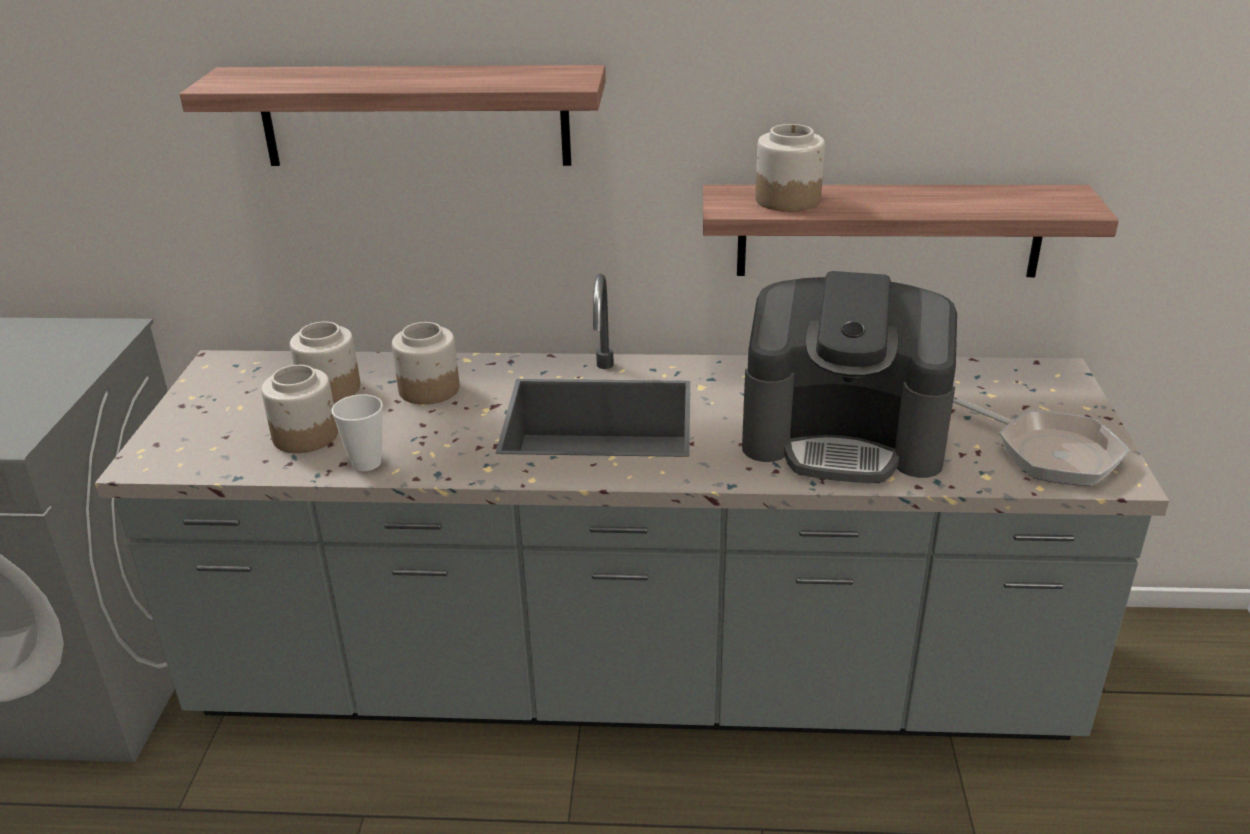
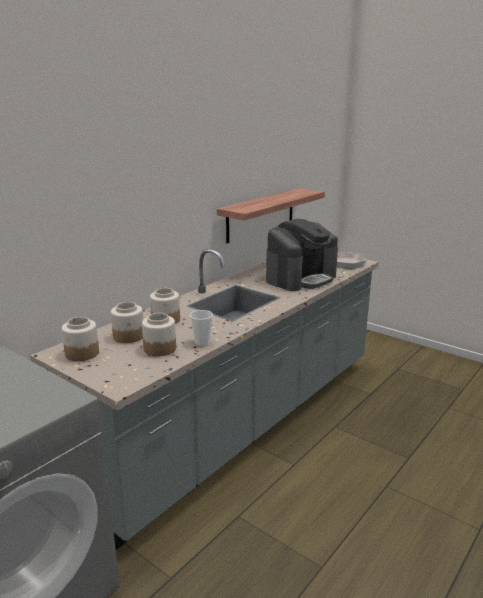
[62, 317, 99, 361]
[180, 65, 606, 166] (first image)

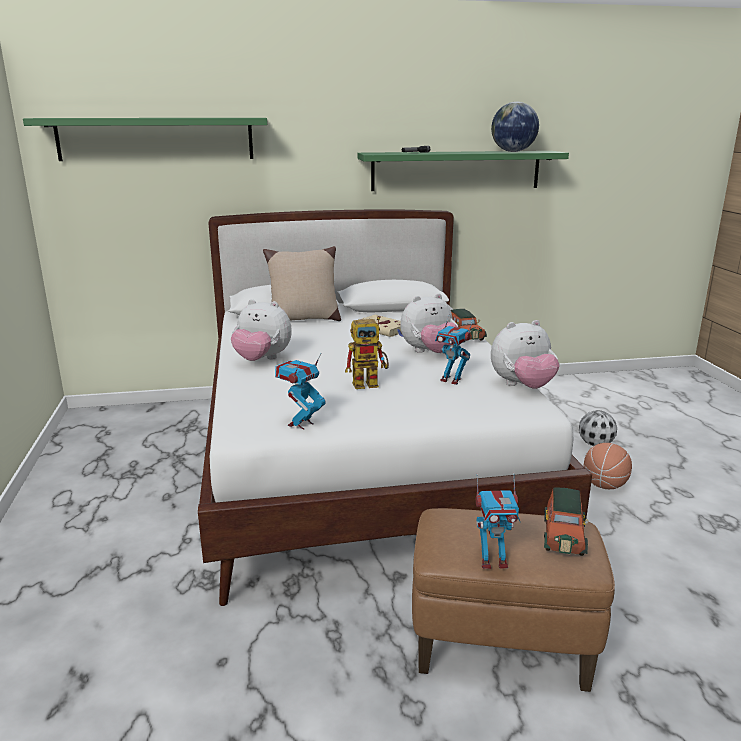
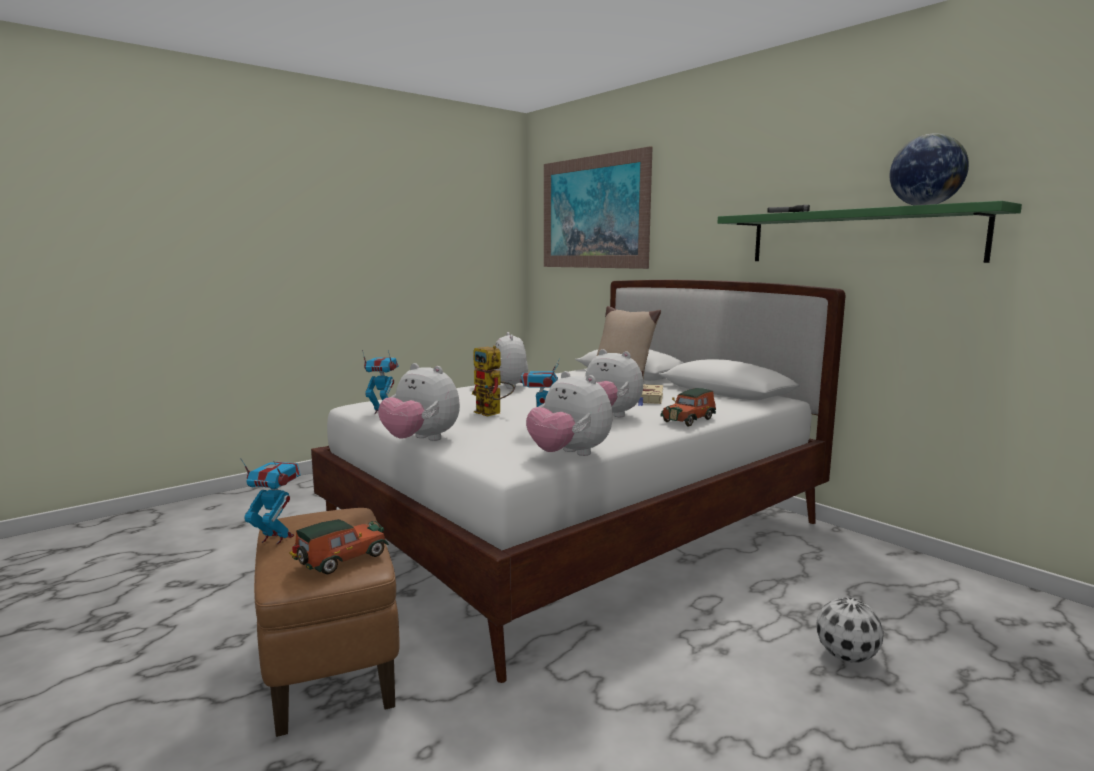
[240, 458, 301, 545]
[289, 519, 389, 574]
[378, 363, 460, 441]
[544, 146, 652, 269]
[584, 443, 632, 489] (first image)

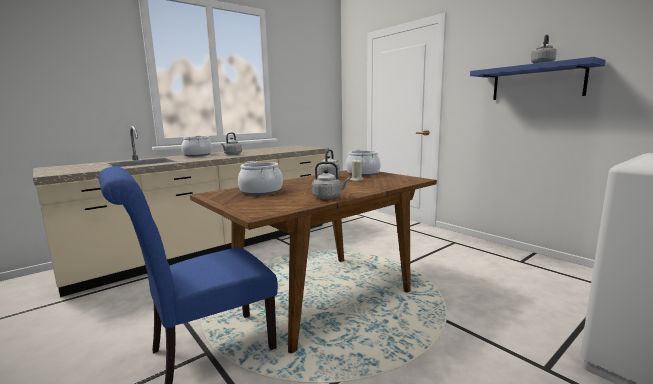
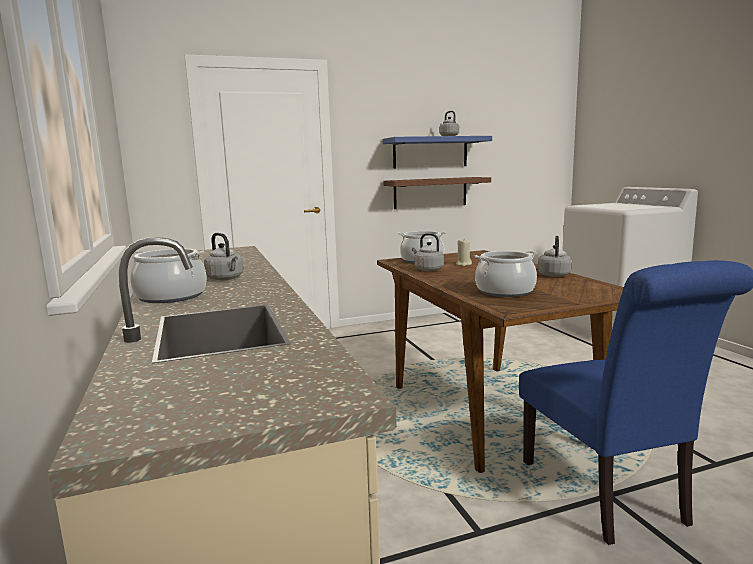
[383, 177, 491, 209]

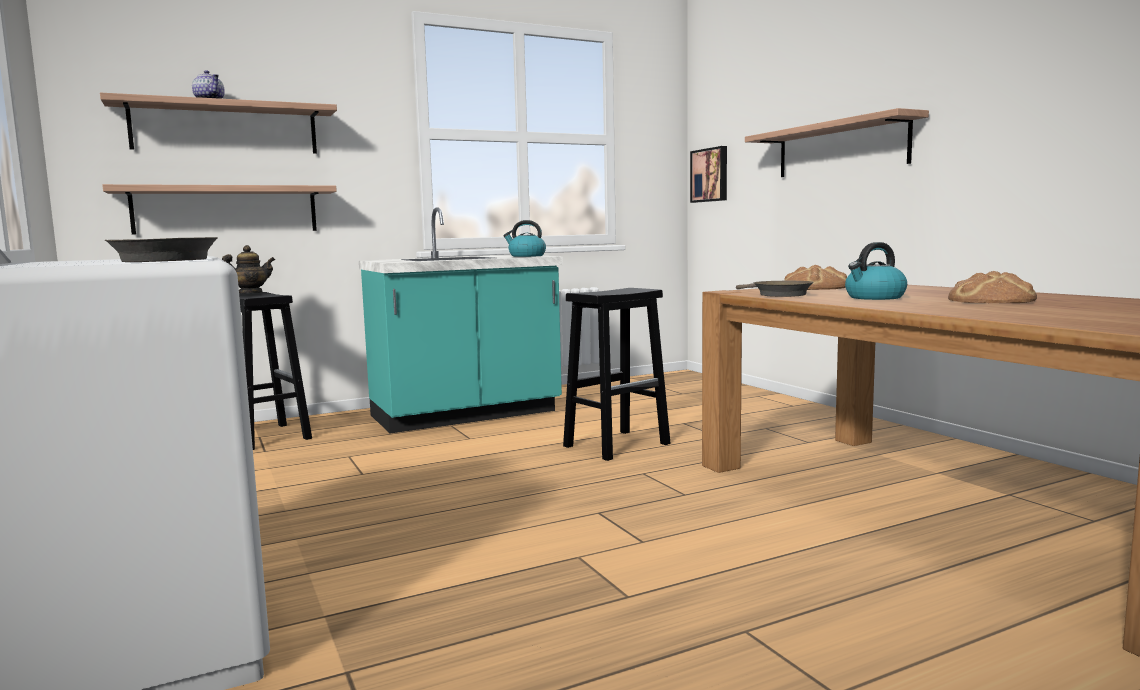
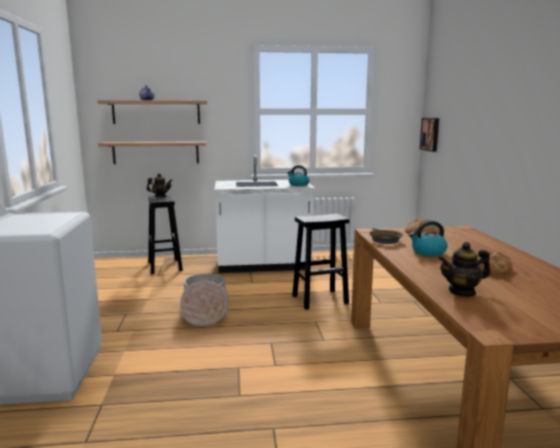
[180, 274, 229, 326]
[214, 155, 315, 273]
[438, 242, 490, 297]
[105, 237, 218, 262] (first image)
[745, 108, 929, 177] (first image)

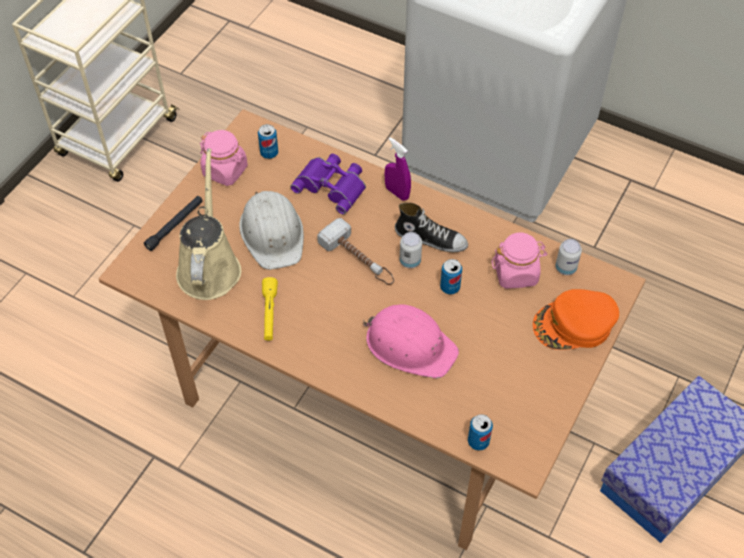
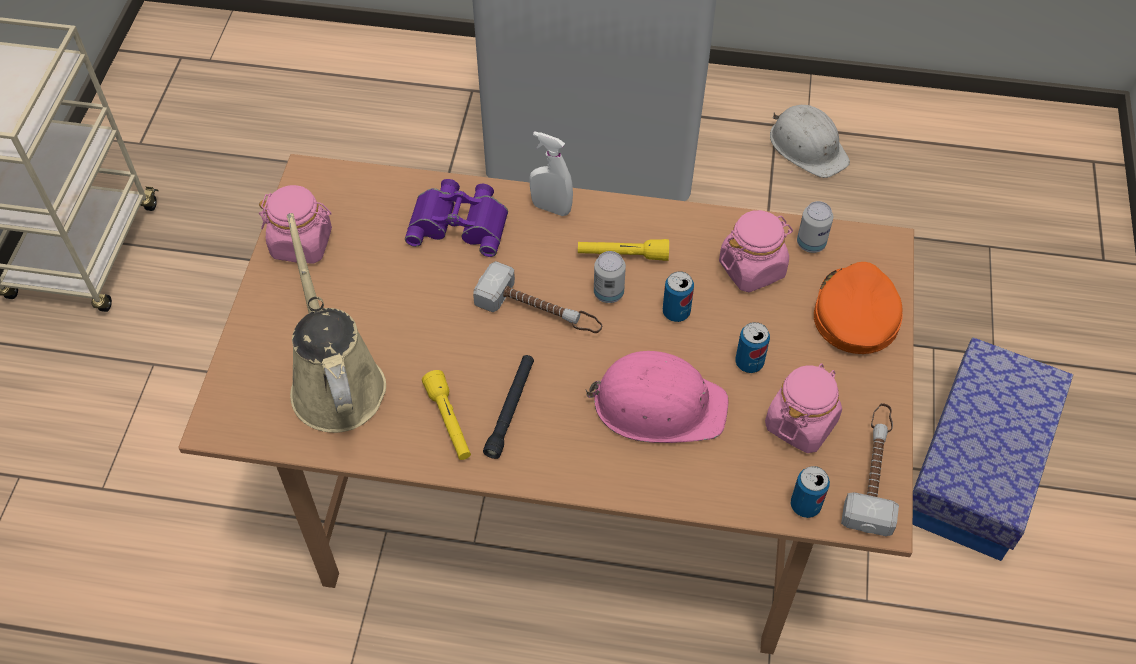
[483, 355, 534, 459]
[529, 131, 573, 216]
[578, 239, 669, 261]
[735, 322, 770, 373]
[765, 363, 842, 453]
[770, 105, 850, 178]
[814, 262, 903, 354]
[841, 403, 899, 536]

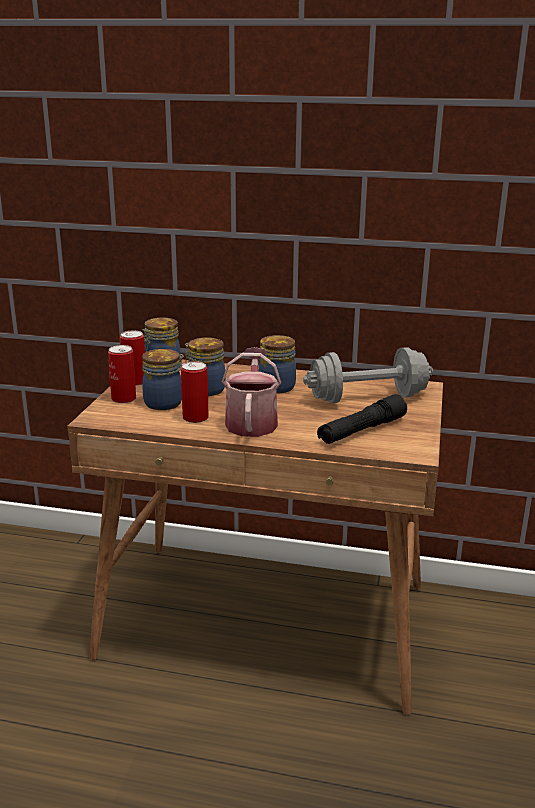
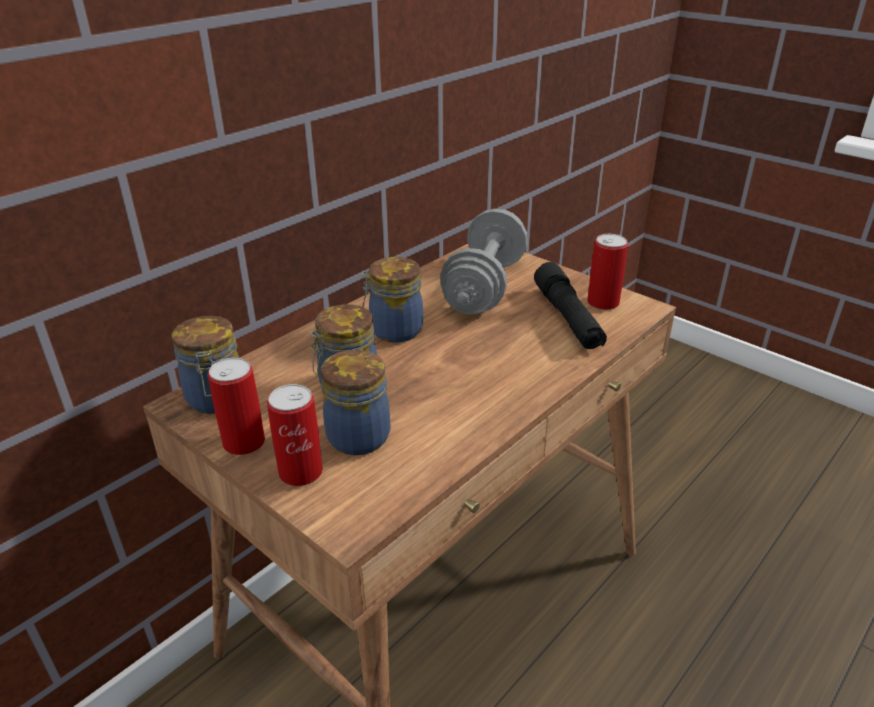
[587, 234, 628, 310]
[222, 347, 281, 437] (first image)

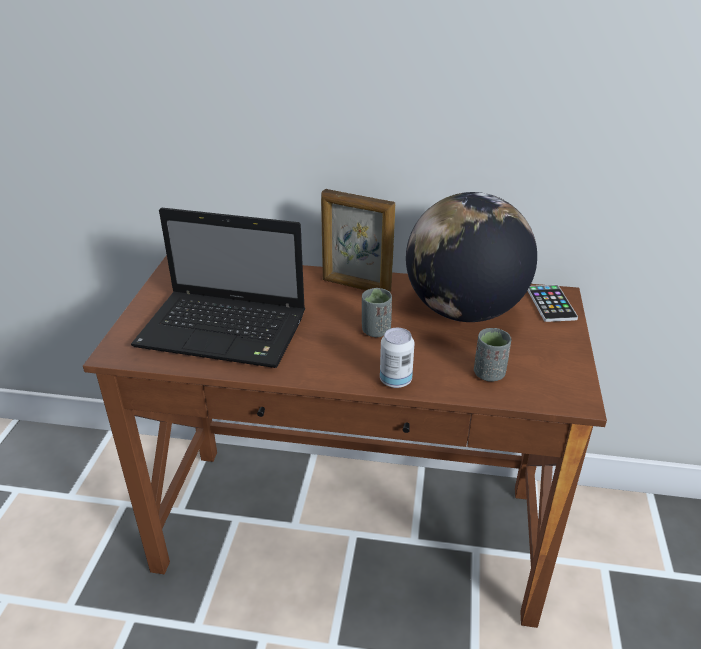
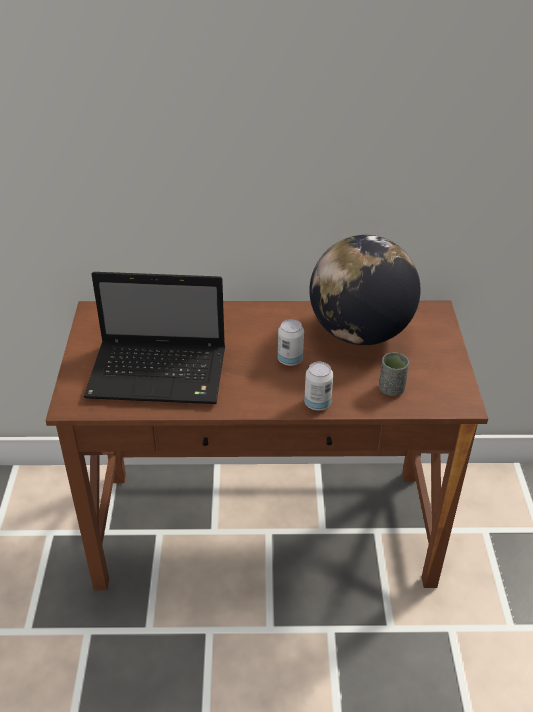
[278, 319, 304, 366]
[321, 189, 395, 292] (first image)
[527, 285, 578, 322] (first image)

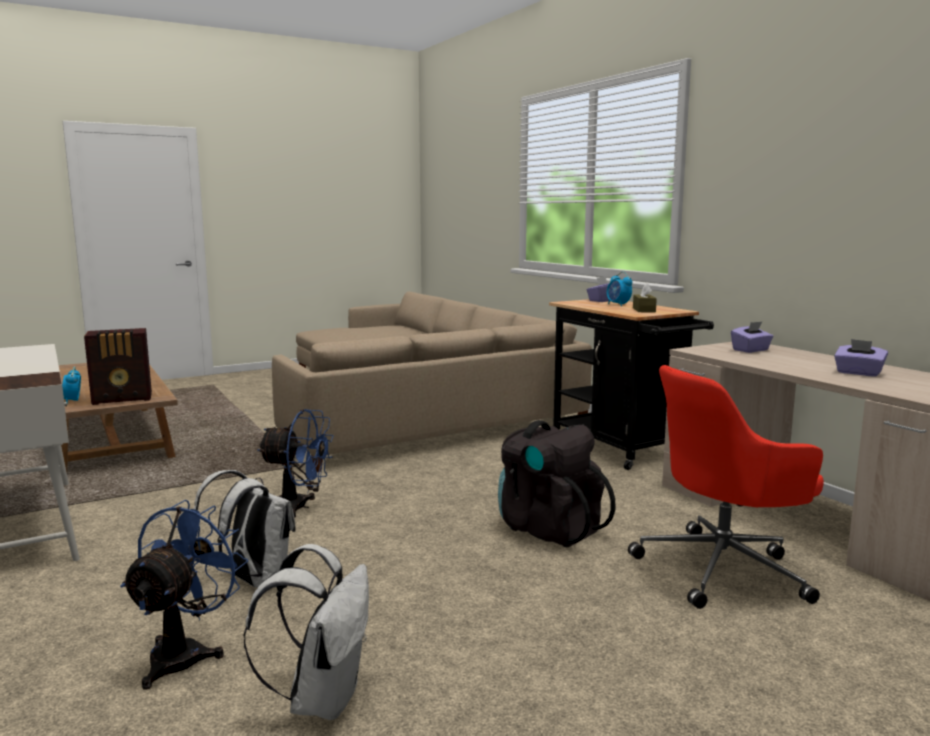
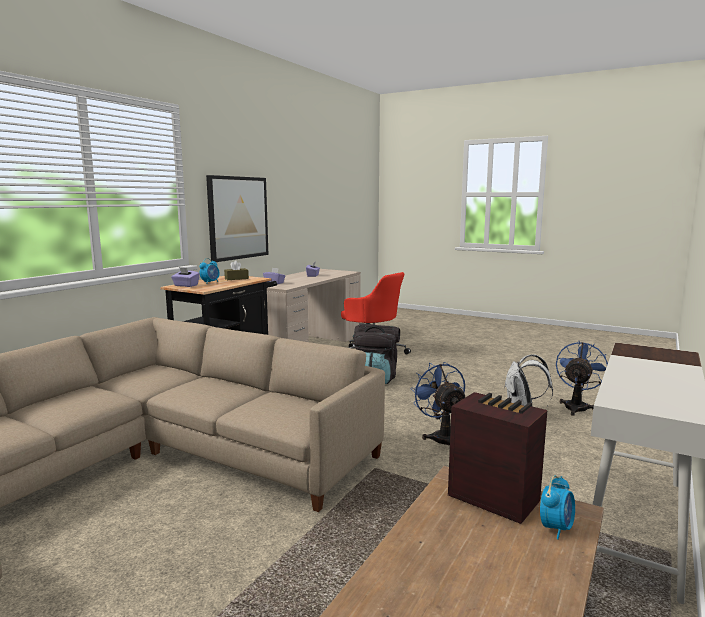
[206, 175, 269, 262]
[556, 341, 608, 416]
[244, 544, 369, 720] (first image)

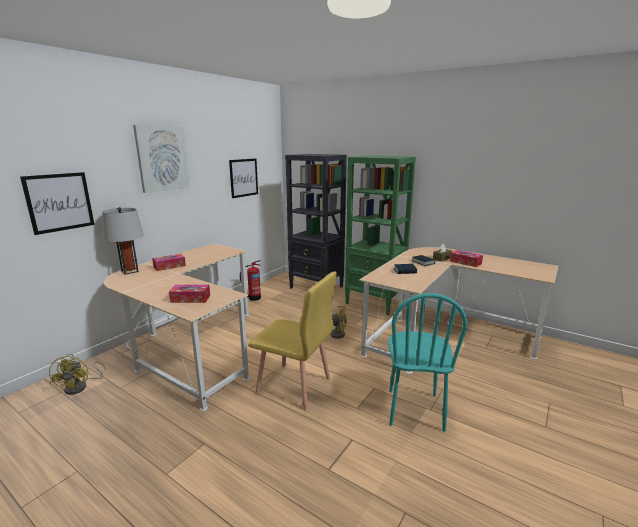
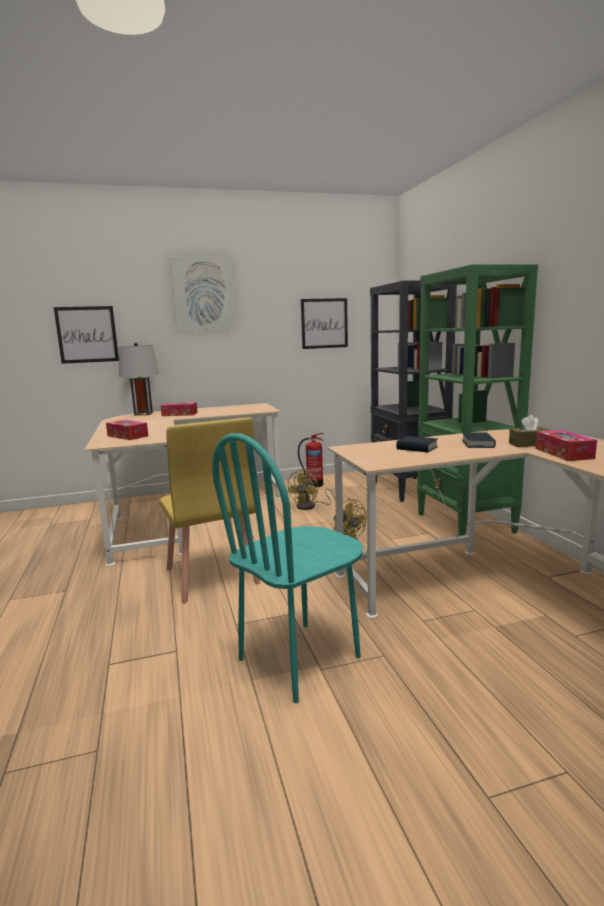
[287, 469, 335, 510]

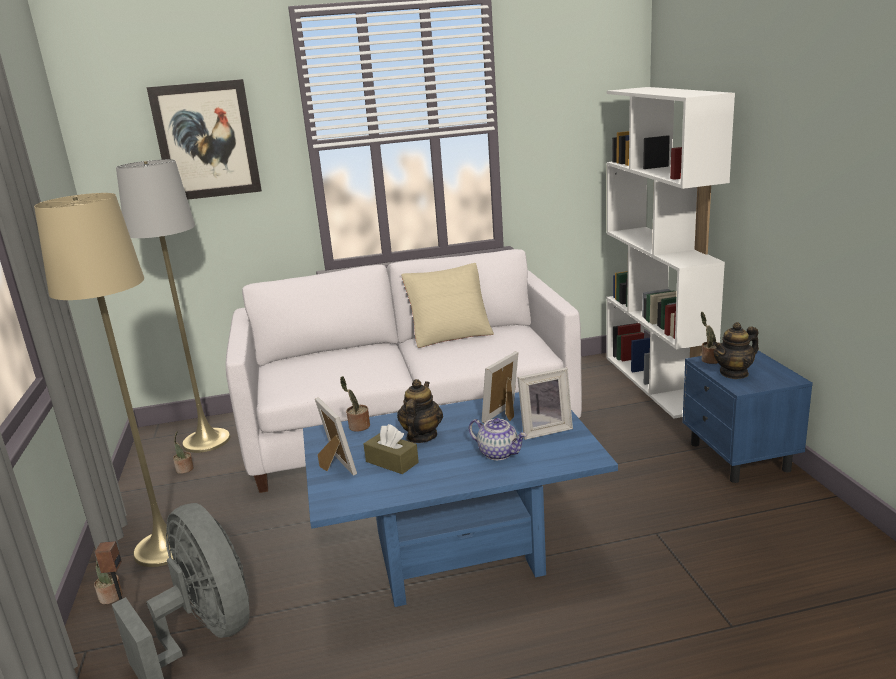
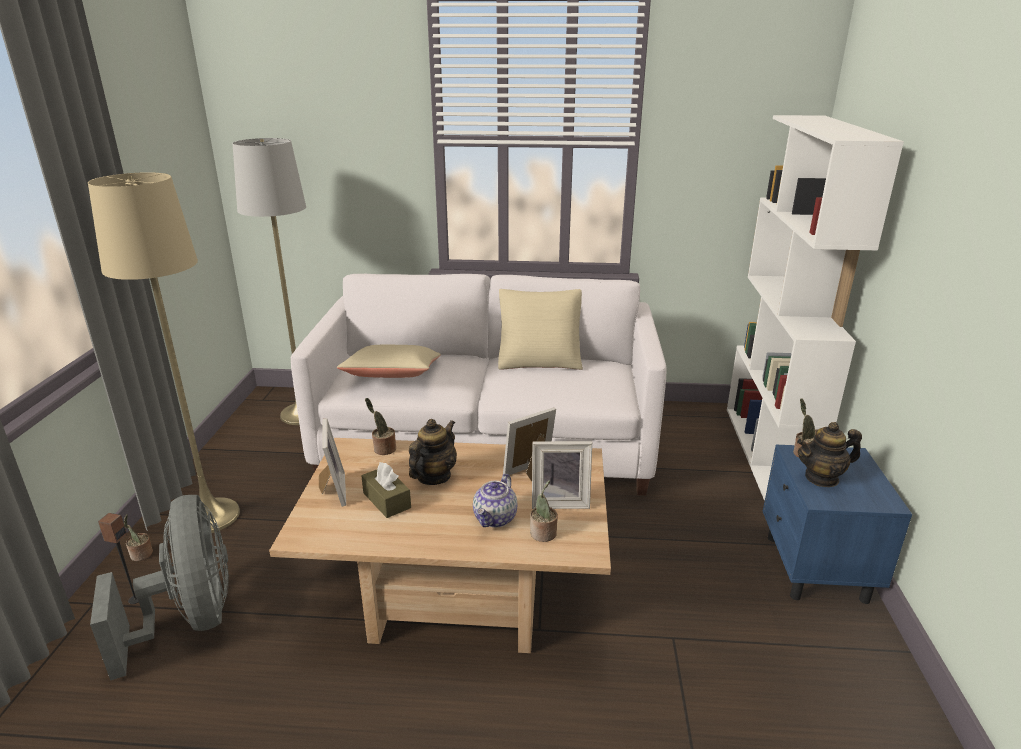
[269, 438, 611, 653]
[337, 345, 441, 378]
[473, 474, 517, 527]
[530, 480, 558, 542]
[147, 79, 262, 200] (first image)

